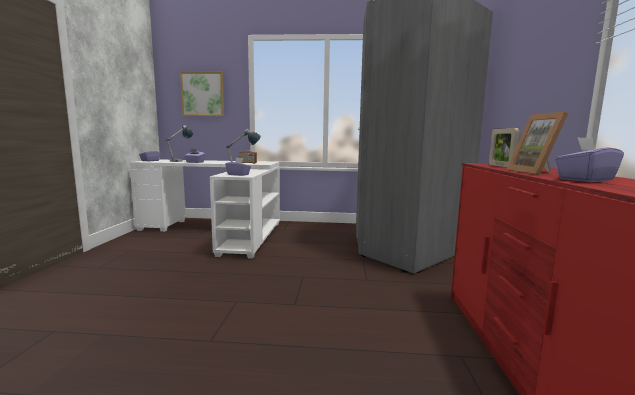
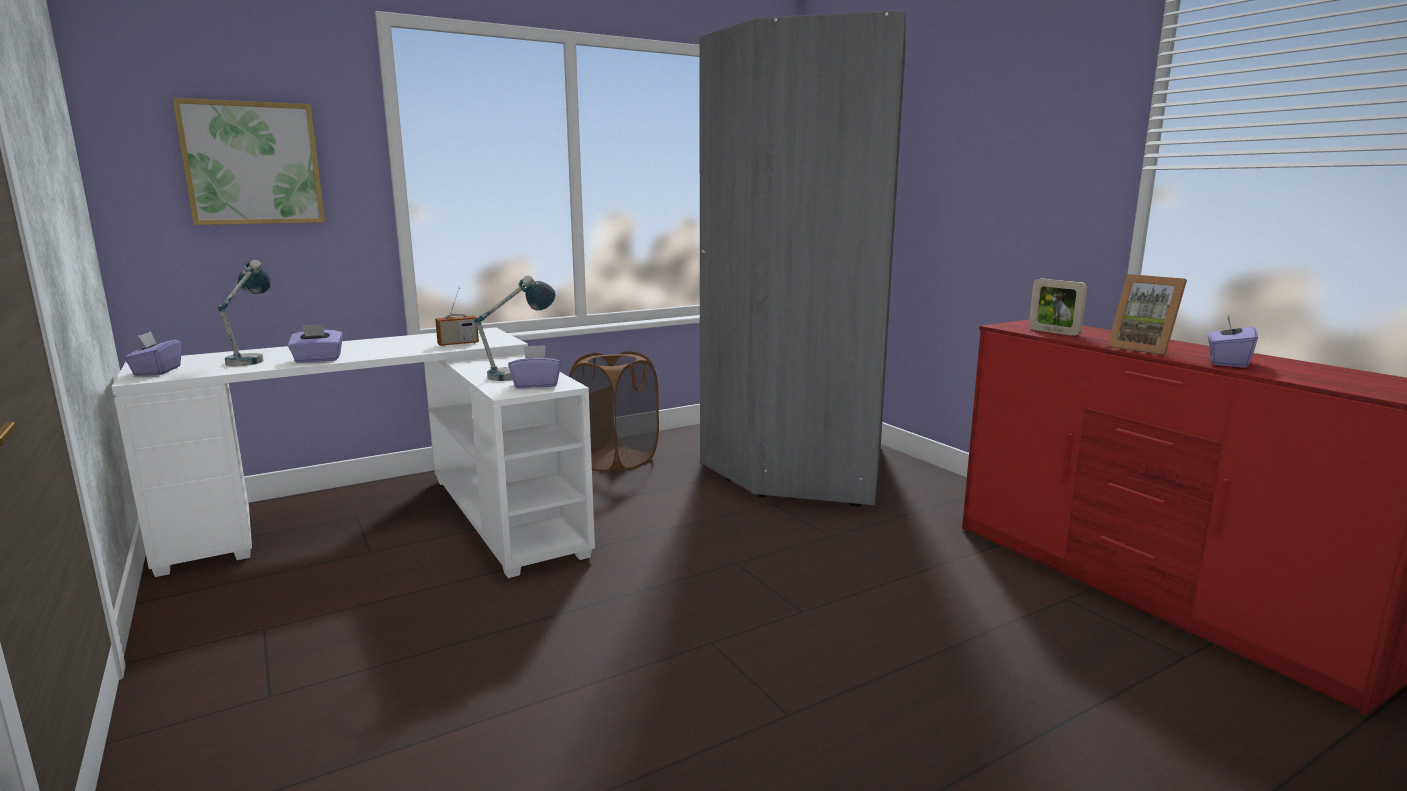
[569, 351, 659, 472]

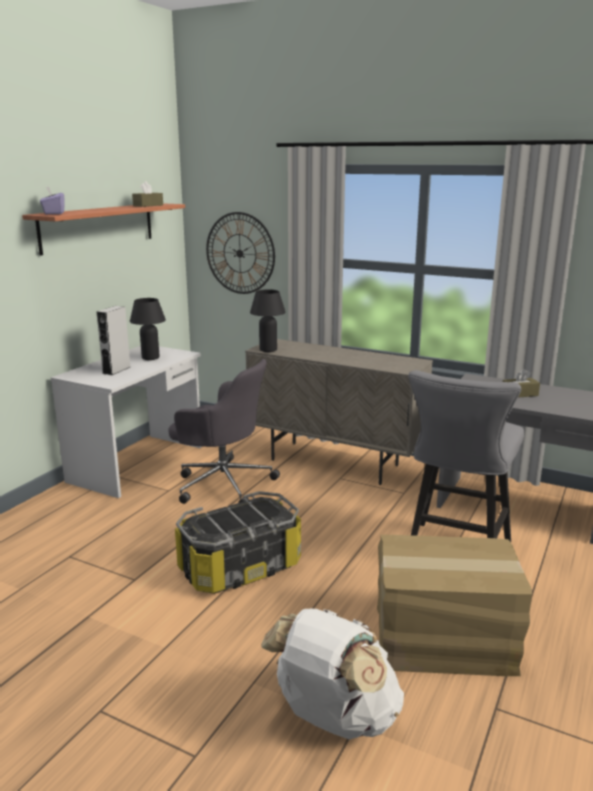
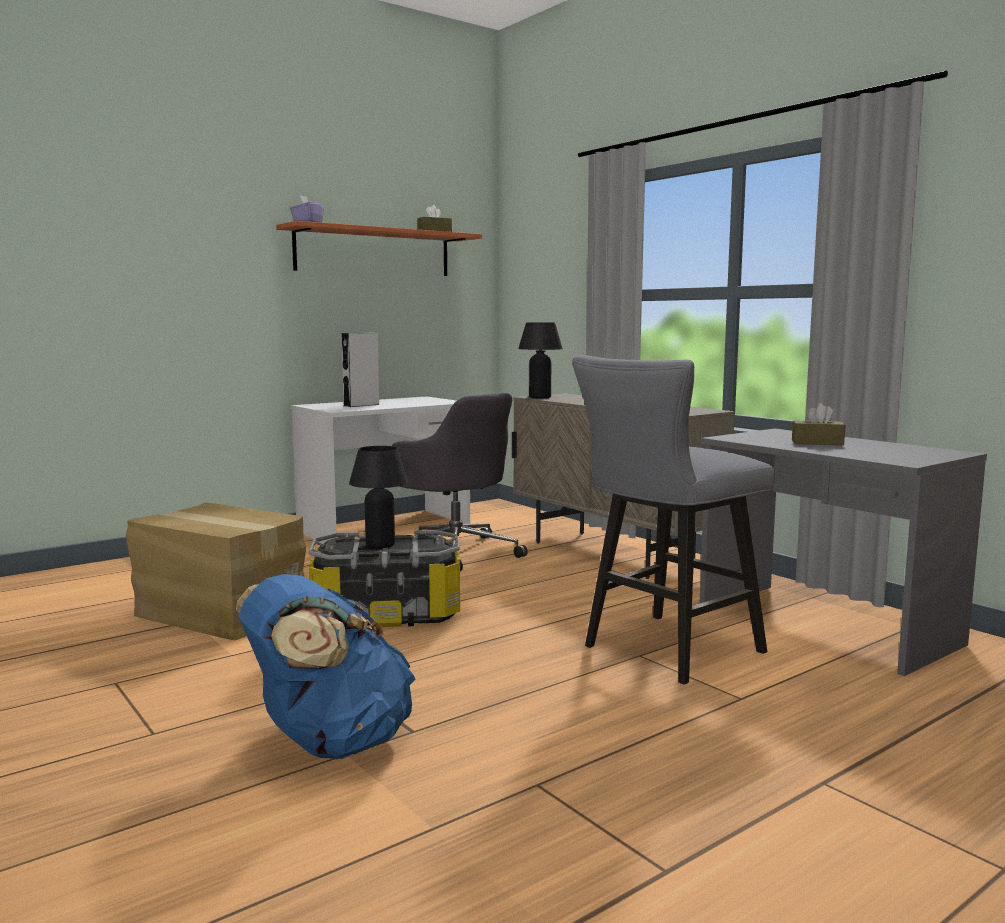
[126, 502, 306, 640]
[236, 574, 415, 759]
[349, 446, 408, 548]
[206, 212, 275, 294] (first image)

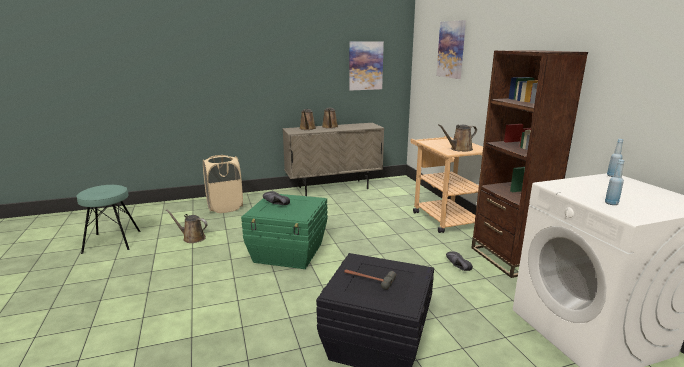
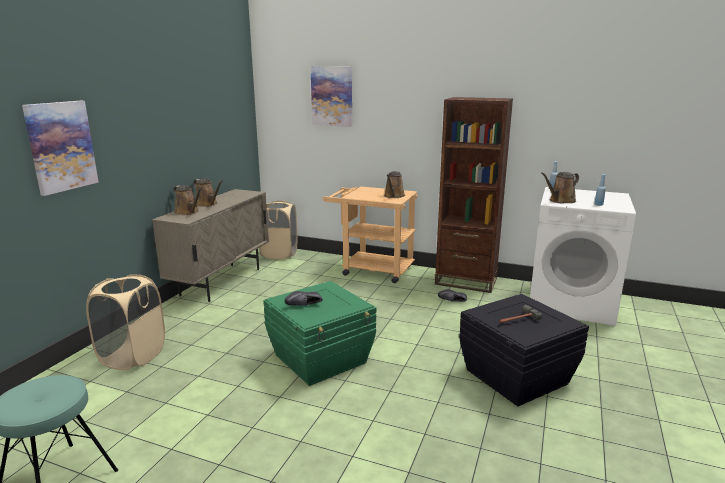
[22, 101, 99, 196]
[259, 201, 298, 260]
[541, 172, 579, 204]

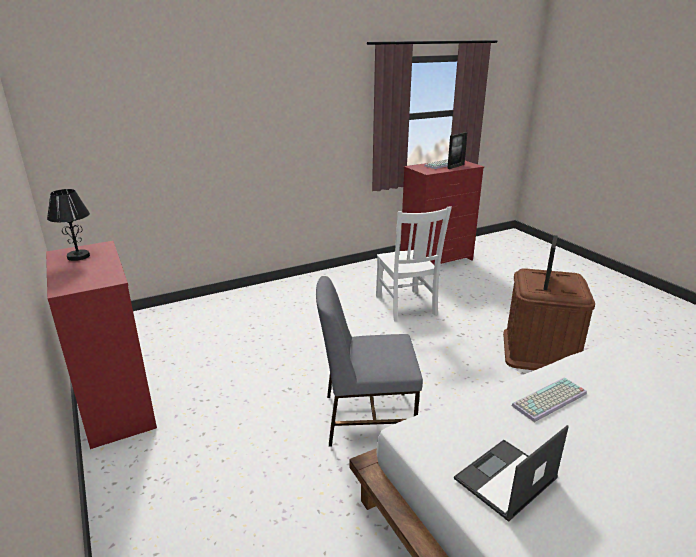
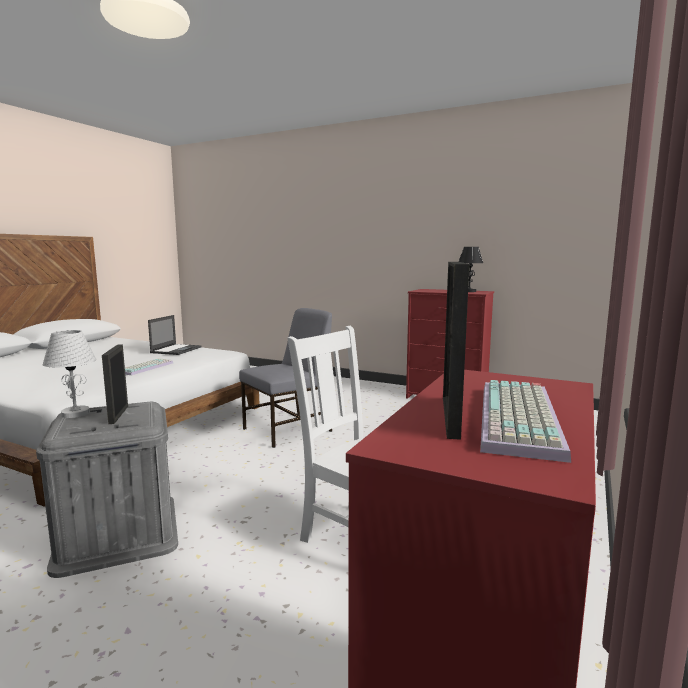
[36, 402, 178, 578]
[43, 330, 97, 418]

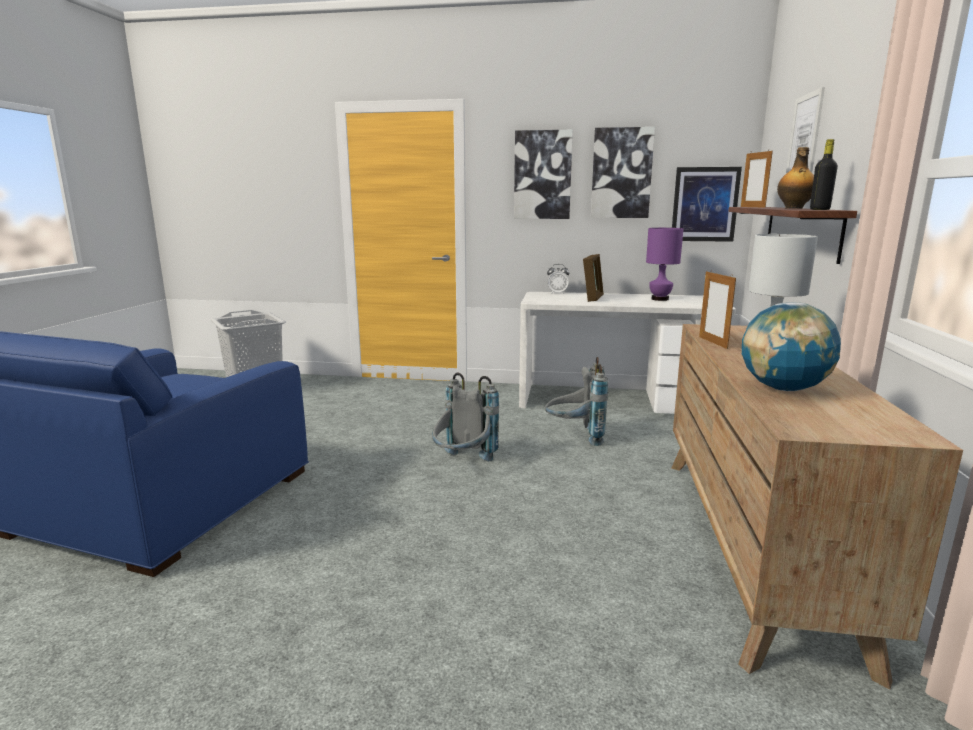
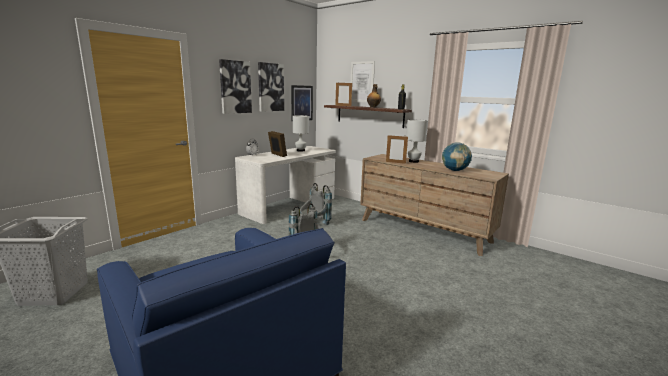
[293, 115, 309, 152]

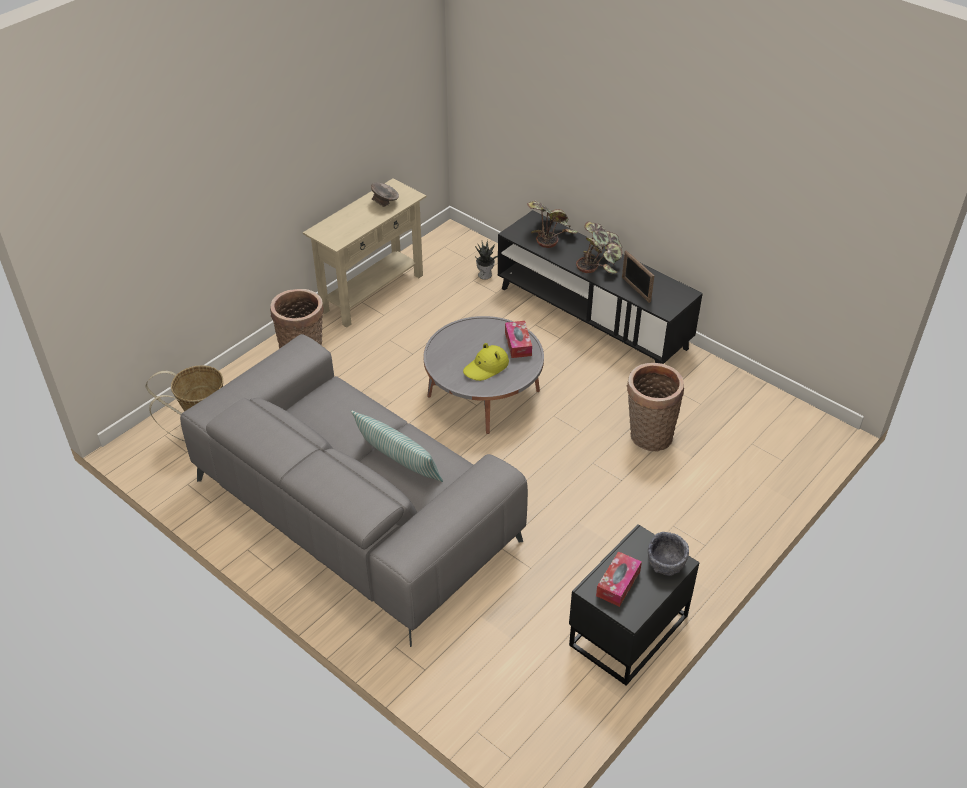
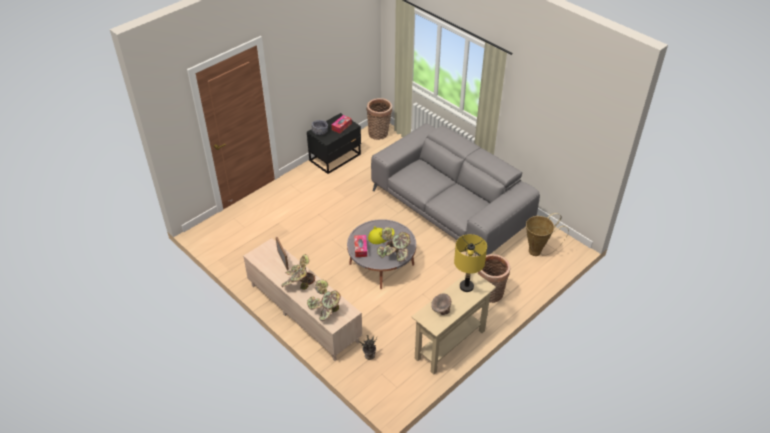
[243, 238, 362, 361]
[366, 98, 392, 140]
[377, 227, 411, 262]
[454, 234, 487, 292]
[351, 410, 443, 482] (first image)

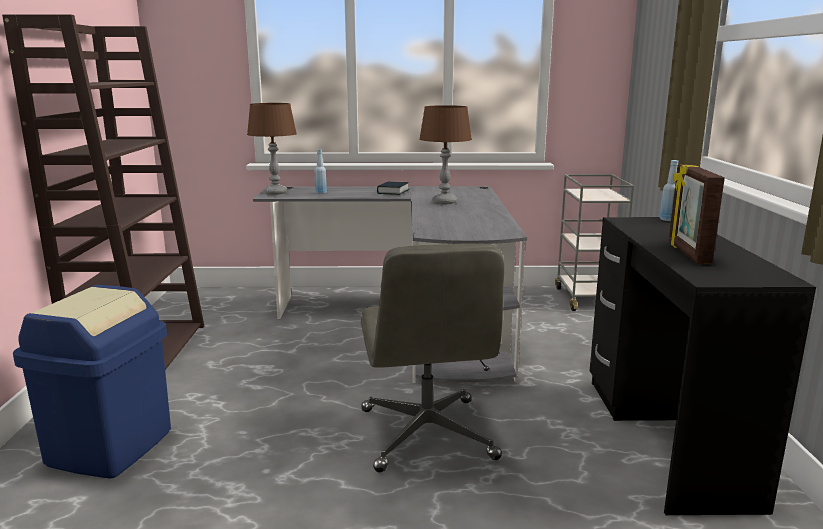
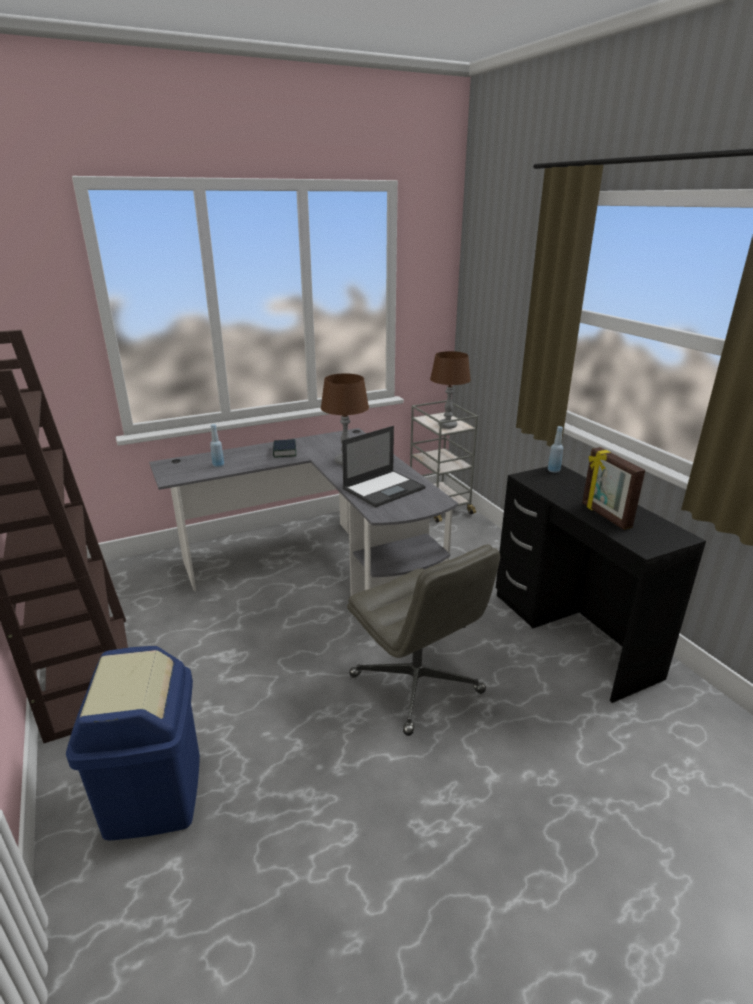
[342, 426, 426, 507]
[430, 351, 471, 429]

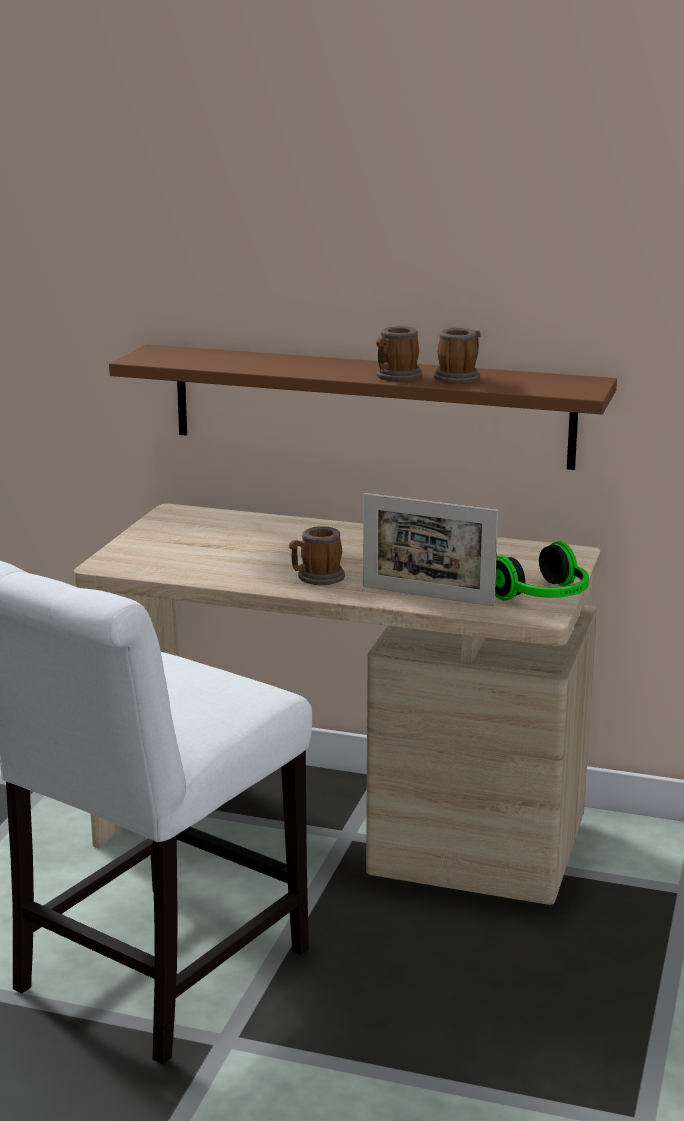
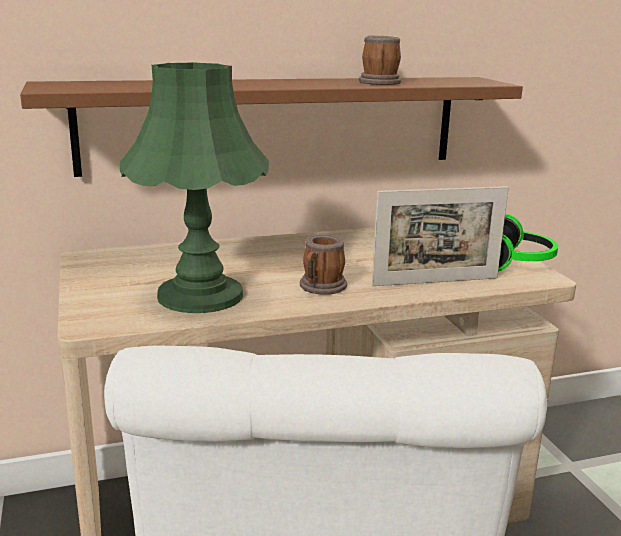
[120, 62, 269, 313]
[376, 326, 422, 381] (first image)

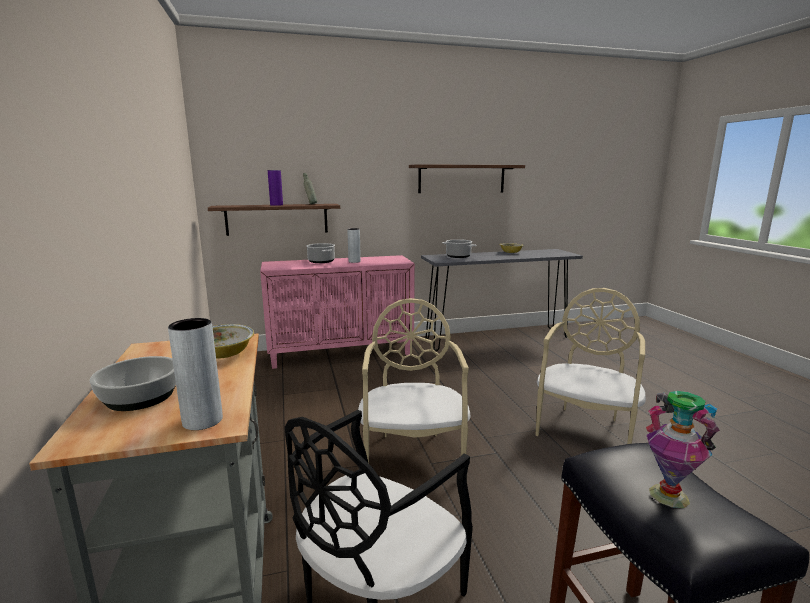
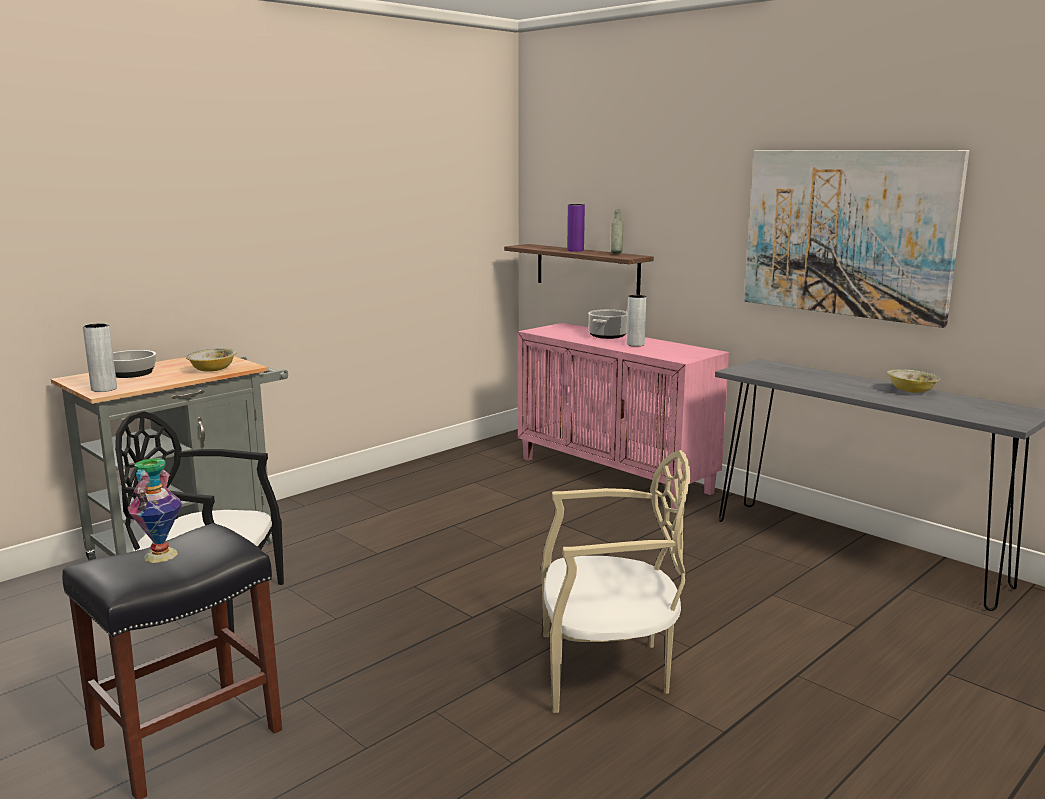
[744, 150, 969, 328]
[358, 298, 471, 463] (first image)
[442, 239, 477, 258] (first image)

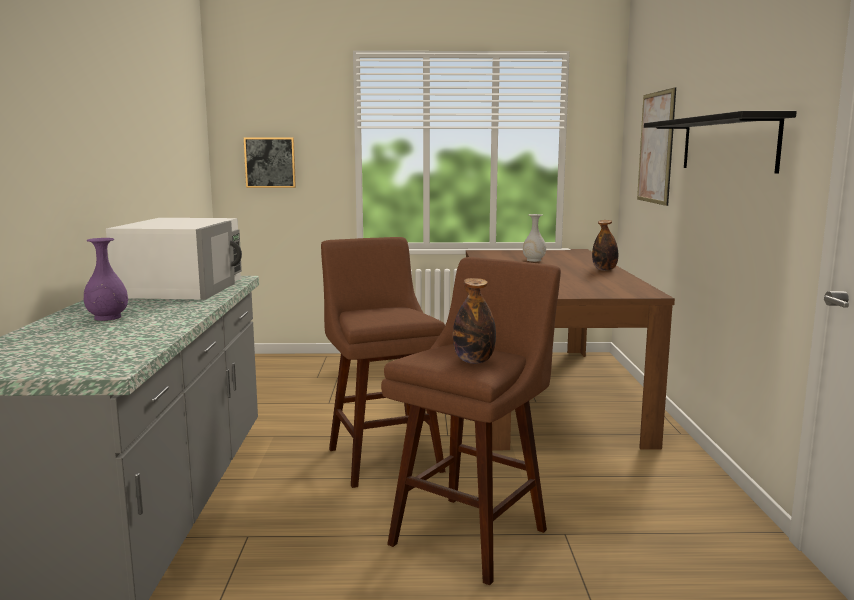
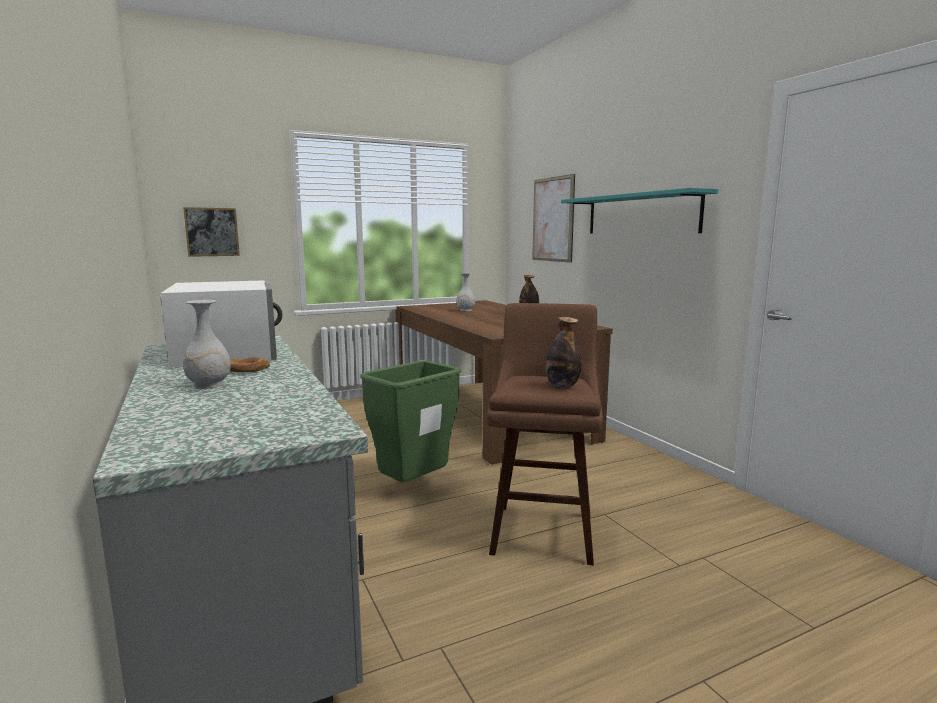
[183, 300, 231, 389]
[230, 357, 270, 372]
[360, 360, 461, 482]
[561, 188, 719, 234]

